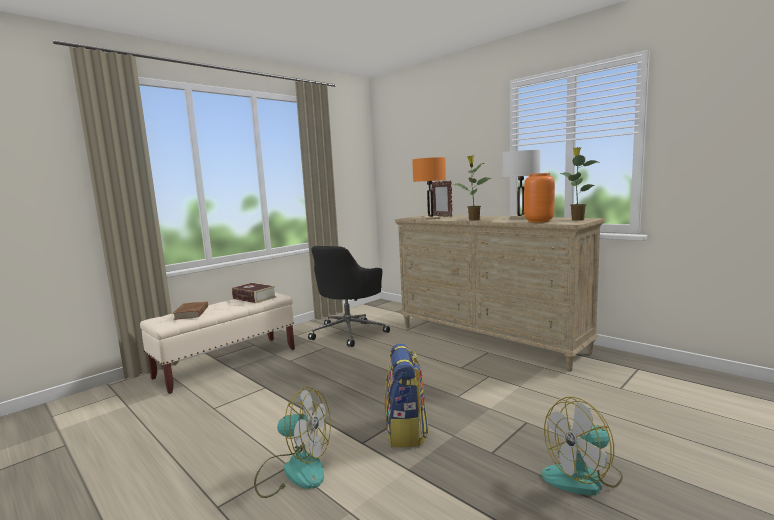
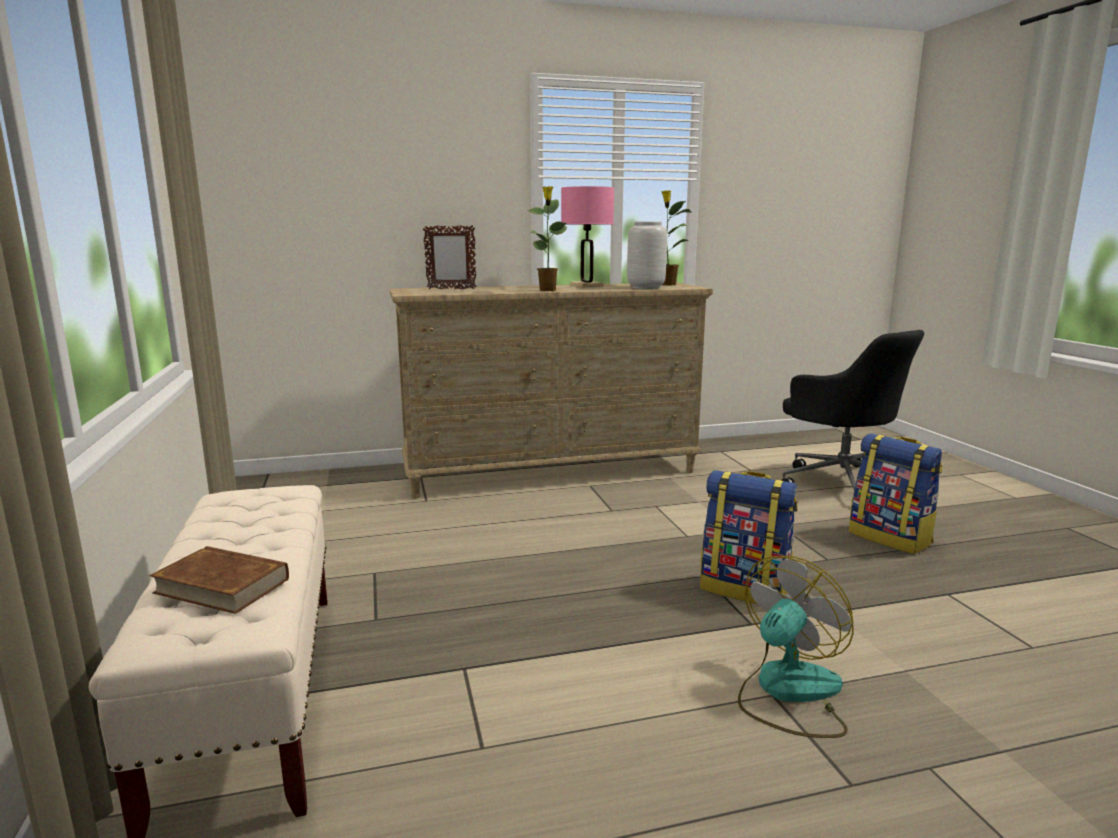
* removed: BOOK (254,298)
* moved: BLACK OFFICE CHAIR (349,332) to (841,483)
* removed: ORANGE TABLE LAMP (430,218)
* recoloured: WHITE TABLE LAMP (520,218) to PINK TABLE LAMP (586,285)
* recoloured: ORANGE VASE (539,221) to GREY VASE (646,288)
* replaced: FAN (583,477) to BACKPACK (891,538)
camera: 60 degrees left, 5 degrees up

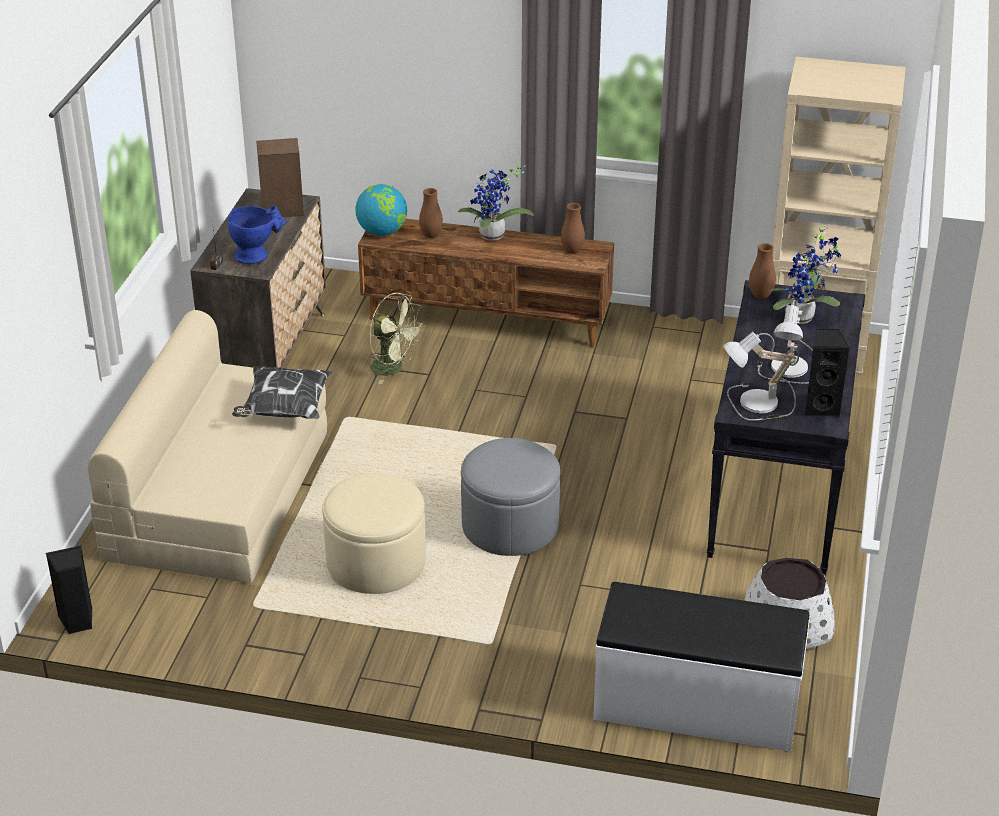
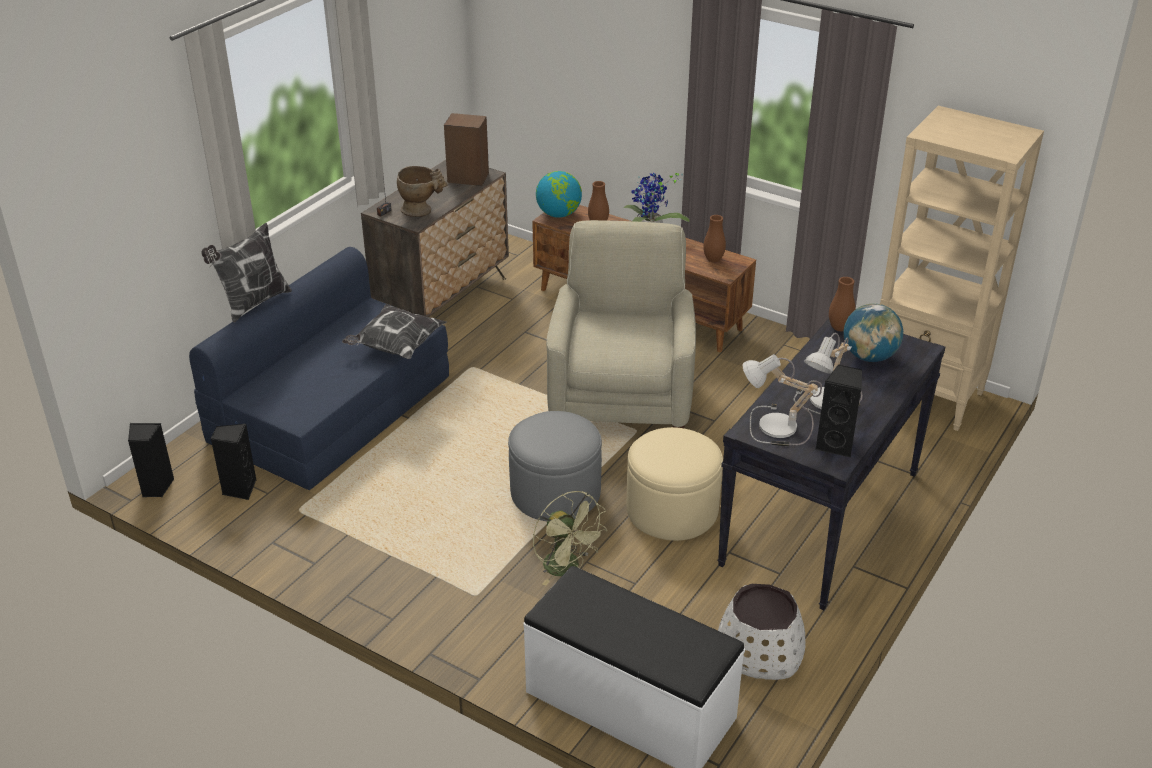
* recoloured: BEIGE SOFA (218,494) to BLUE SOFA (330,408)
* recoloured: BLUE VASE (257,255) to BEIGE VASE (422,211)
* moved: BEIGE OTTOMAN (376,562) to (672,510)
* moved: GREEN FAN (394,369) to (567,568)
* replaced: POTTED PLANT (803,318) to GLOBE (869,357)
* added: PILLOW (253,303)
* added: BLACK SPEAKER (239,489)
* added: BEIGE ARMCHAIR (621,398)
camera: 20 degrees right, 0 degrees up

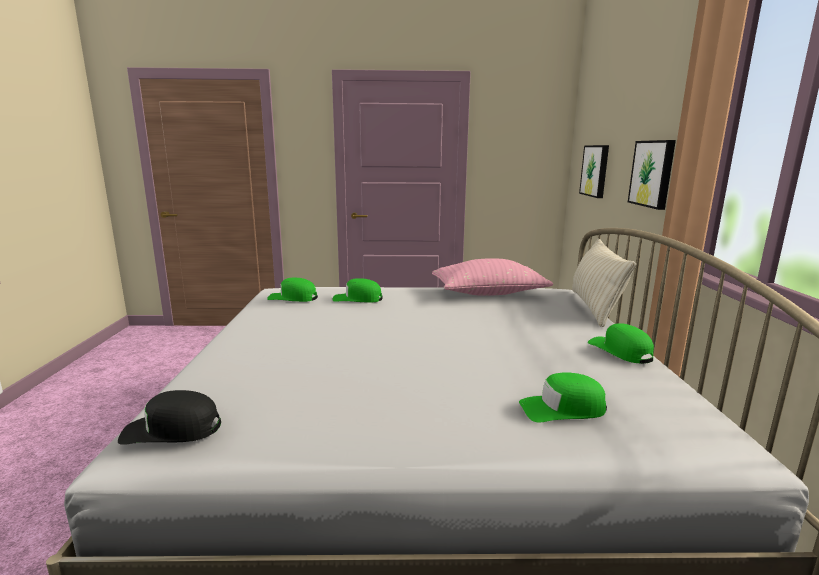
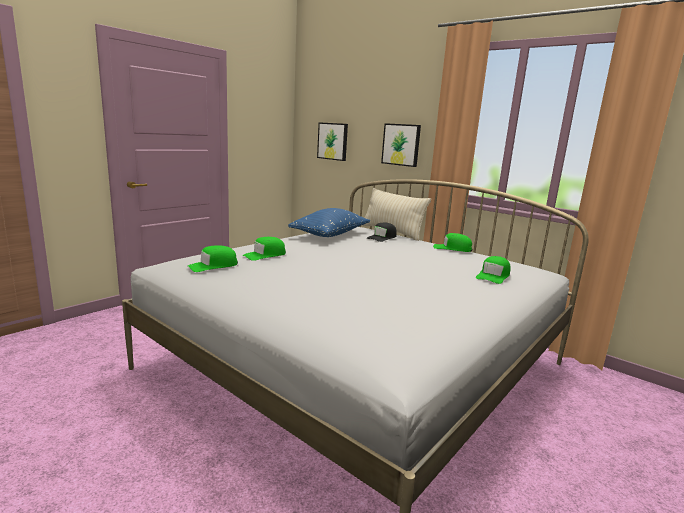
* moved: BLACK CAP (172,430) to (382,237)
* recoloured: PINK PILLOW (489,293) to BLUE PILLOW (330,235)
camera: 50 degrees left, 0 degrees up

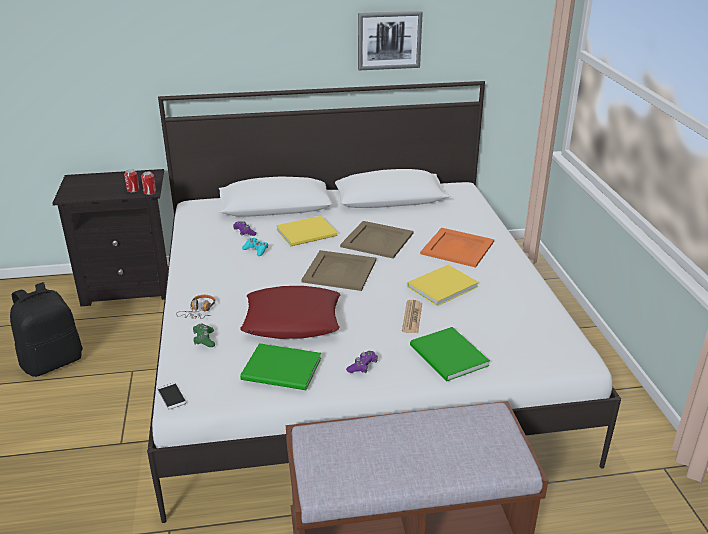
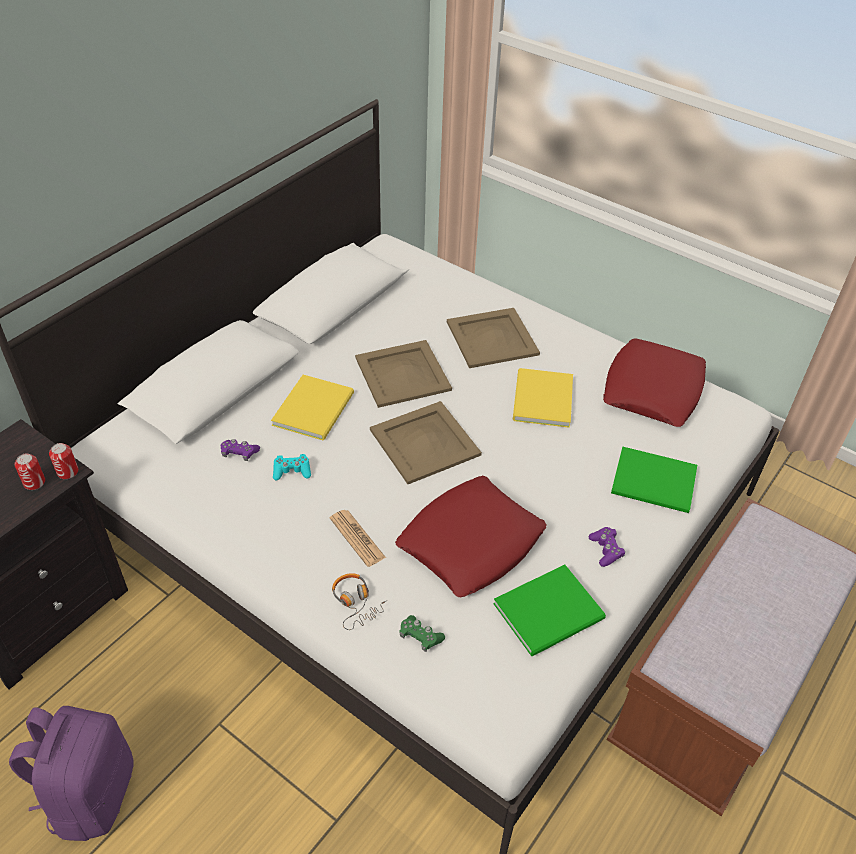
* recoloured: BLACK BACKPACK (53,361) to PURPLE BACKPACK (91,794)
* removed: PHONE (171,396)
* removed: PICTURE (389,40)
* moved: NEWSPAPER (412,317) to (357,538)
* recoloured: ORANGE TRAY (458,247) to BEIGE TRAY (492,337)
* added: RED PILLOW (653,390)
camera: 45 degrees left, 15 degrees up

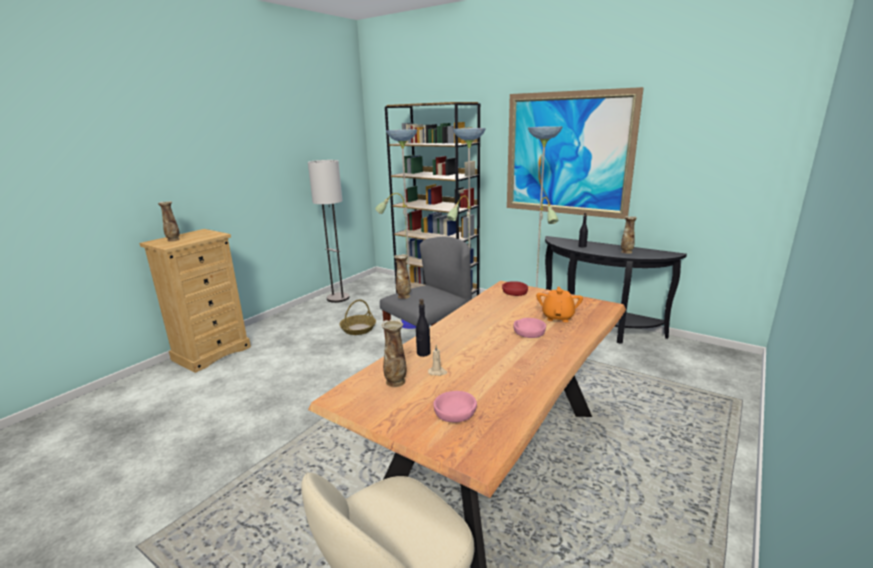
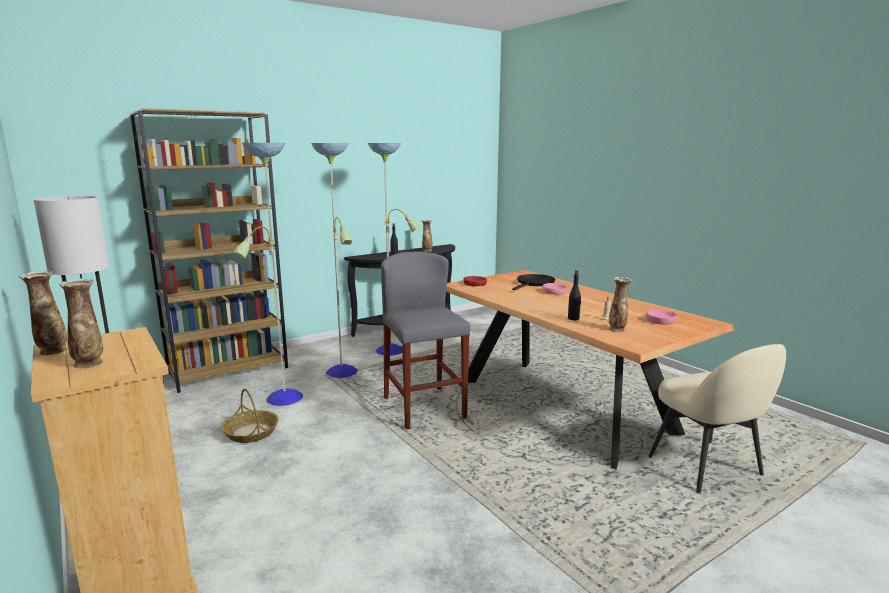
* moved: VASE (403,296) to (52,351)
* removed: PICTURE (567,154)
* replaced: ORANGE TEAPOT (558,317) to BLACK FRYING PAN (534,283)
camera: 70 degrees left, 5 degrees down

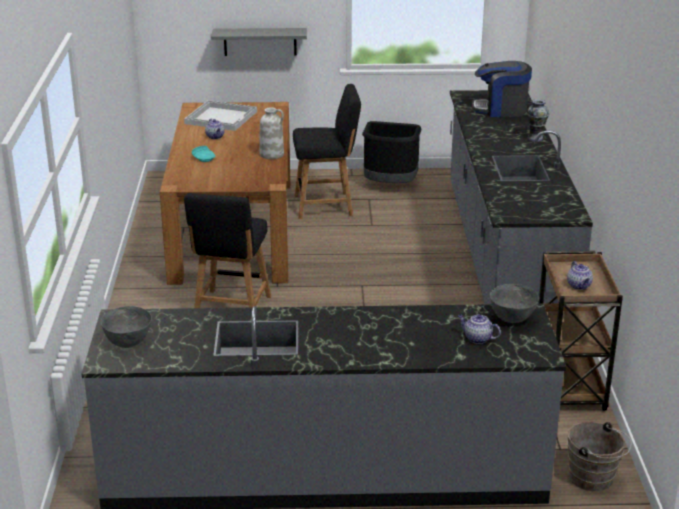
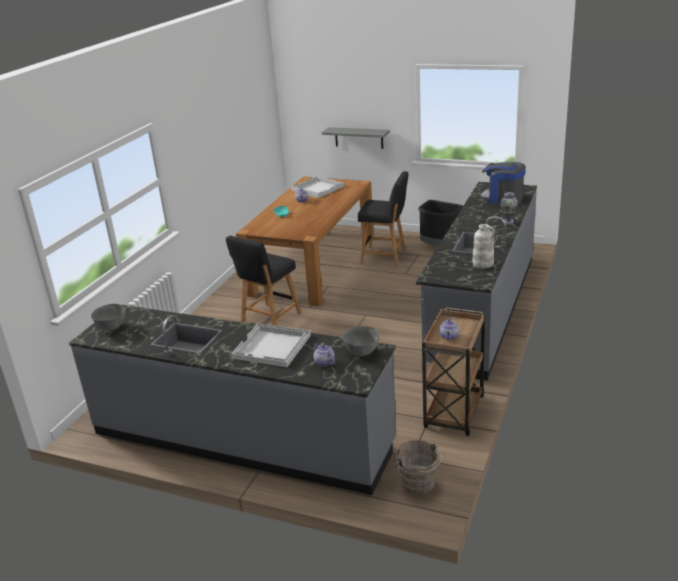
* moved: WHITE VASE (272,154) to (483,264)
* added: WHITE TRAY (272,347)
camera: 25 degrees right, 0 degrees up

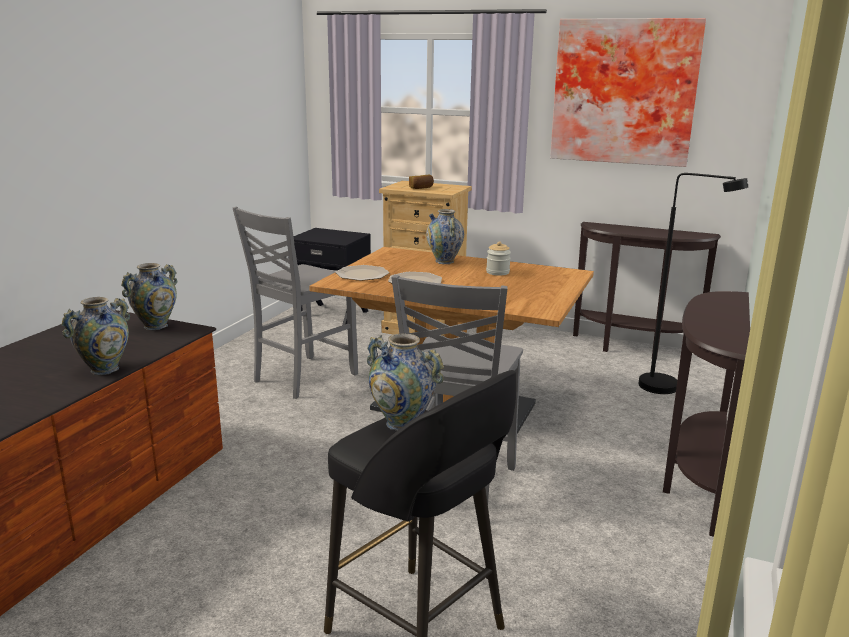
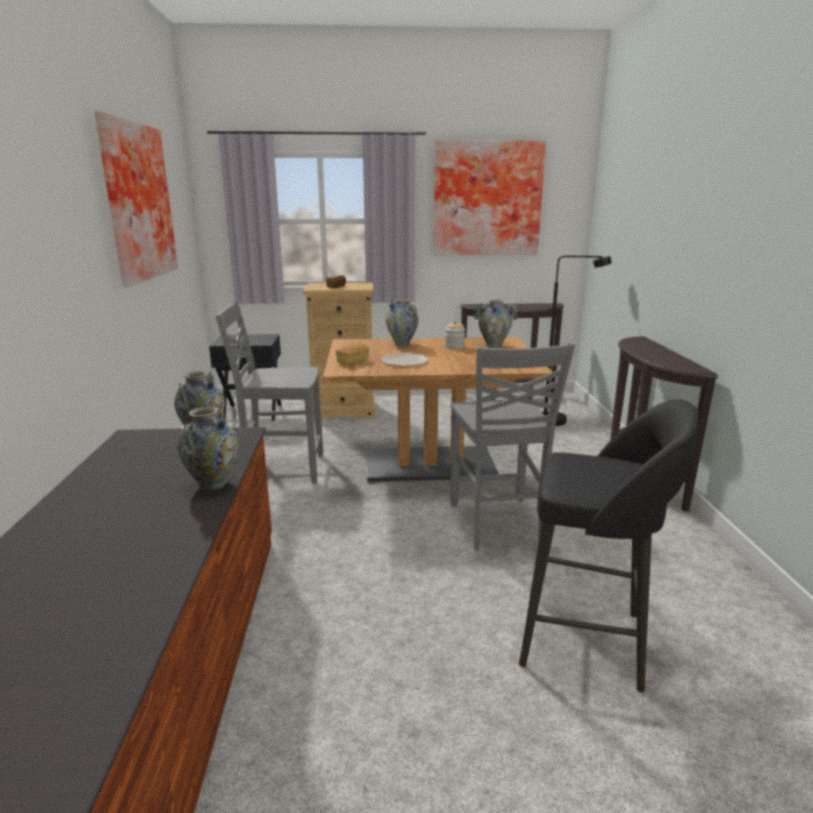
* turned: GREY CHAIR (302,377) = (281,468) 75 degrees clockwise
* replaced: PLATE (361,274) to BREAD (352,362)
* moved: VASE (402,424) to (494,345)
* added: PICTURE (134,202)
camera: 25 degrees left, 0 degrees up

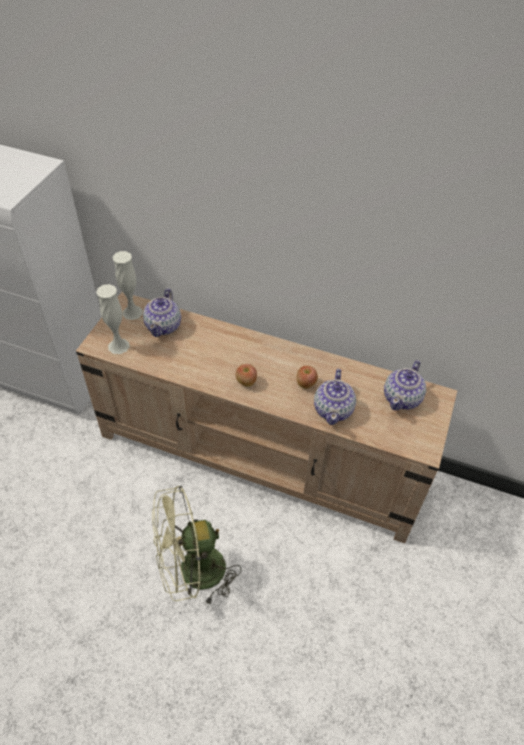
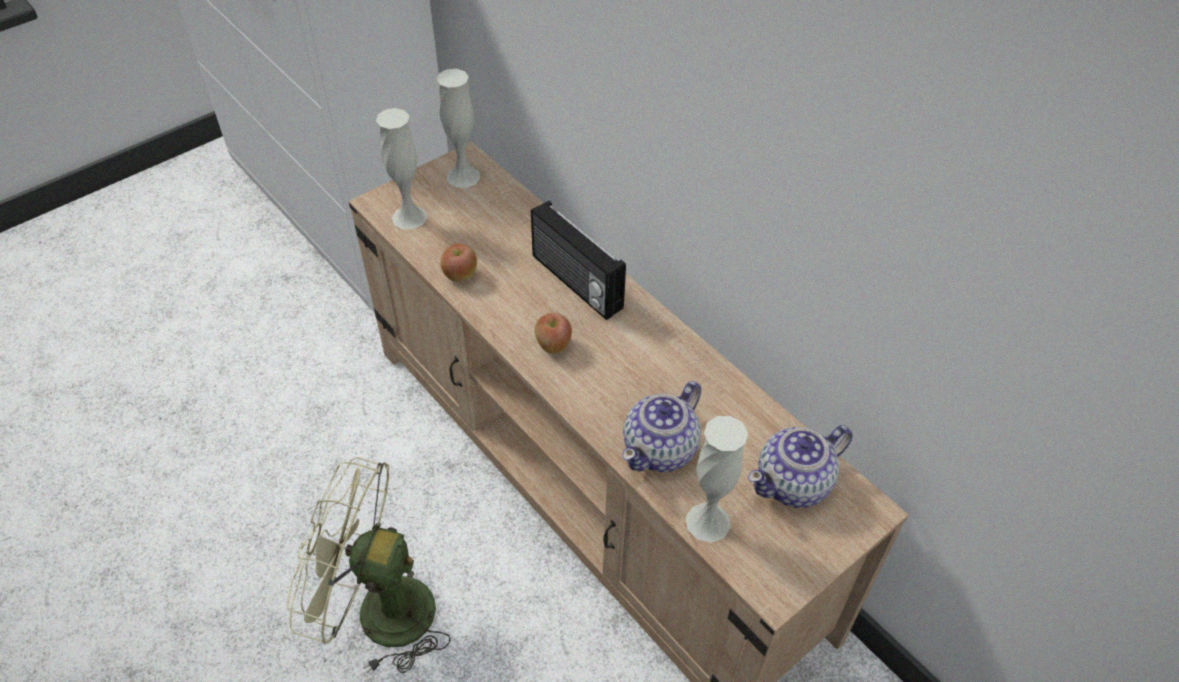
* removed: TEAPOT (164,326)
* moved: APPLE (305,384) to (460,275)
* added: RADIO (575,283)
* added: WHITE VASE (708,522)
camera: 30 degrees right, 0 degrees up

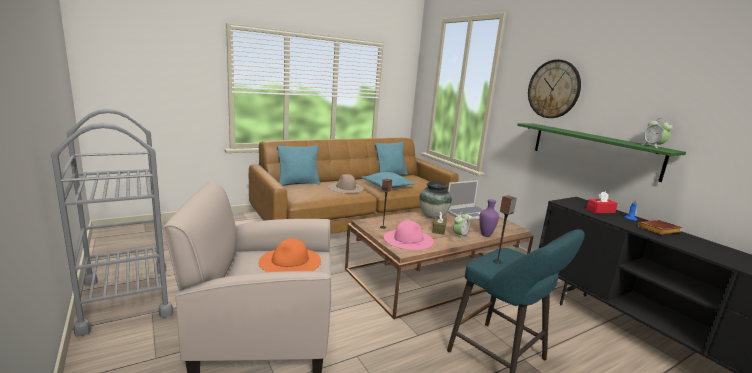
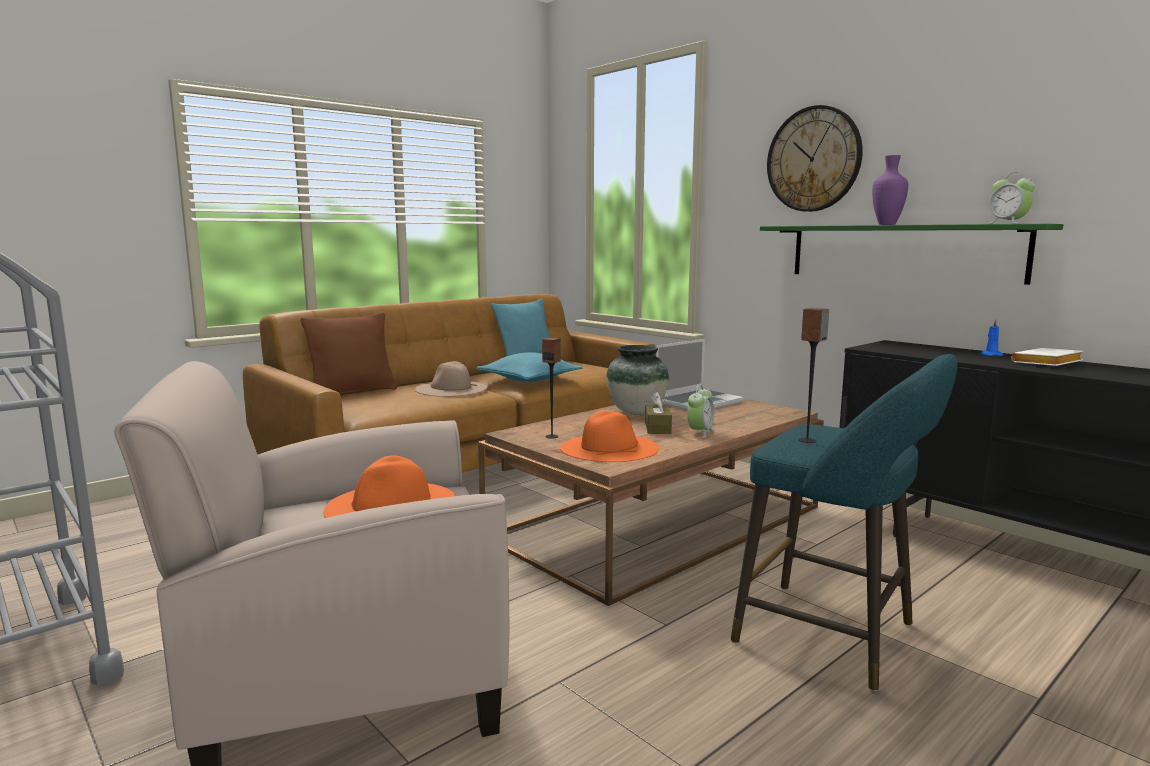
* recoloured: TURQUOISE PILLOW (298,183) to BROWN PILLOW (352,392)
* recoloured: PINK HAT (408,239) to ORANGE HAT (609,447)
* moved: PURPLE VASE (486,235) to (888,224)
* removed: RED TISSUE BOX (600,211)
* recoloured: BROWN BOOK (659,231) to WHITE BOOK (1047,363)
camera: 10 degrees left, 5 degrees down

